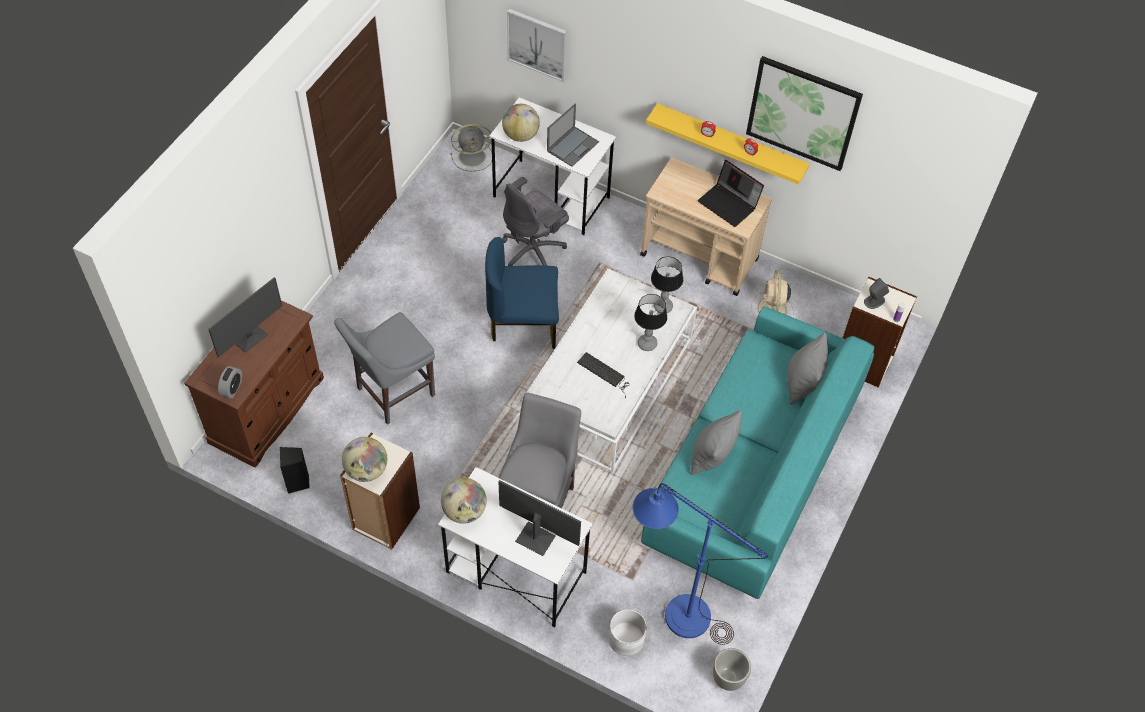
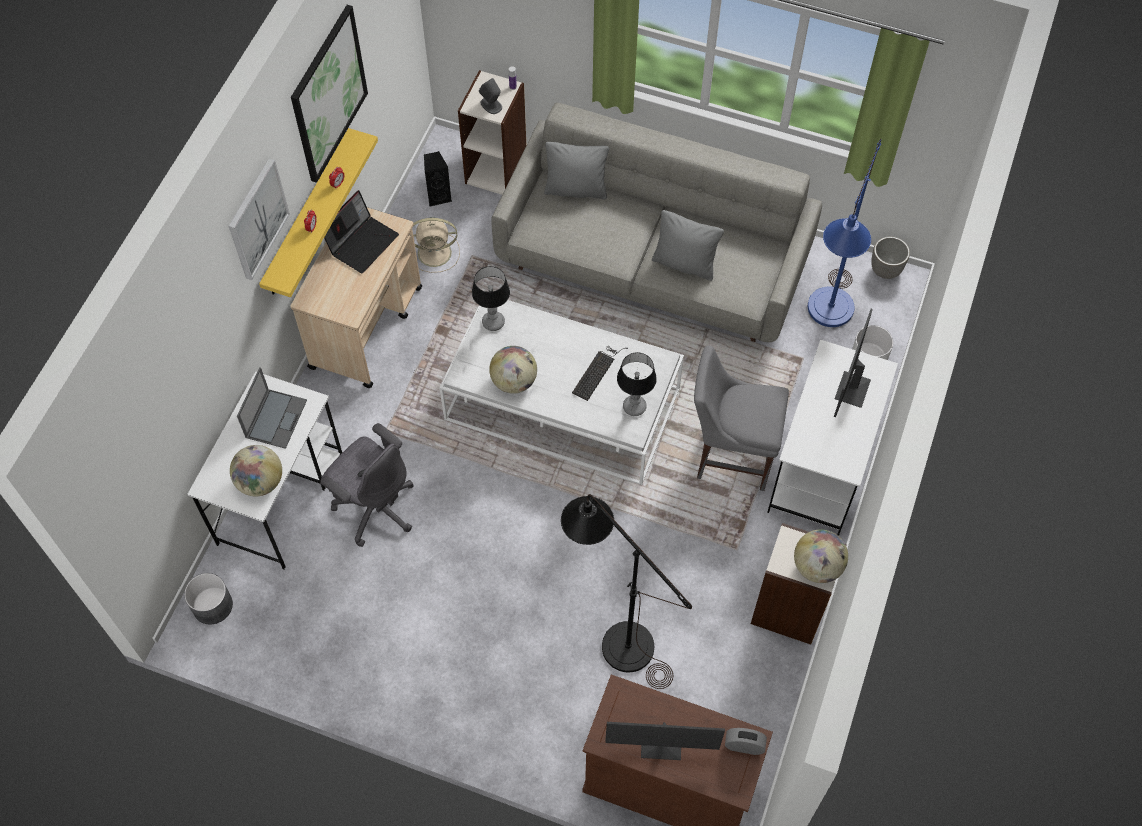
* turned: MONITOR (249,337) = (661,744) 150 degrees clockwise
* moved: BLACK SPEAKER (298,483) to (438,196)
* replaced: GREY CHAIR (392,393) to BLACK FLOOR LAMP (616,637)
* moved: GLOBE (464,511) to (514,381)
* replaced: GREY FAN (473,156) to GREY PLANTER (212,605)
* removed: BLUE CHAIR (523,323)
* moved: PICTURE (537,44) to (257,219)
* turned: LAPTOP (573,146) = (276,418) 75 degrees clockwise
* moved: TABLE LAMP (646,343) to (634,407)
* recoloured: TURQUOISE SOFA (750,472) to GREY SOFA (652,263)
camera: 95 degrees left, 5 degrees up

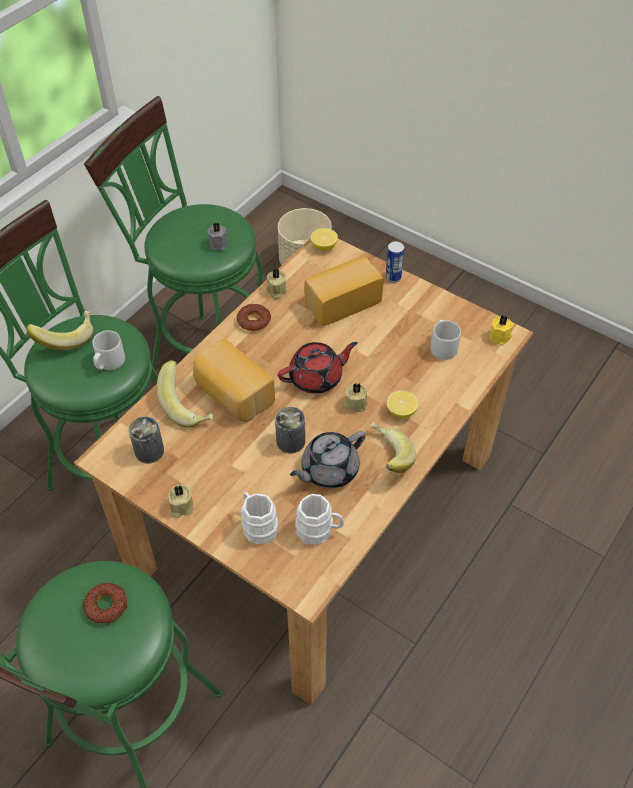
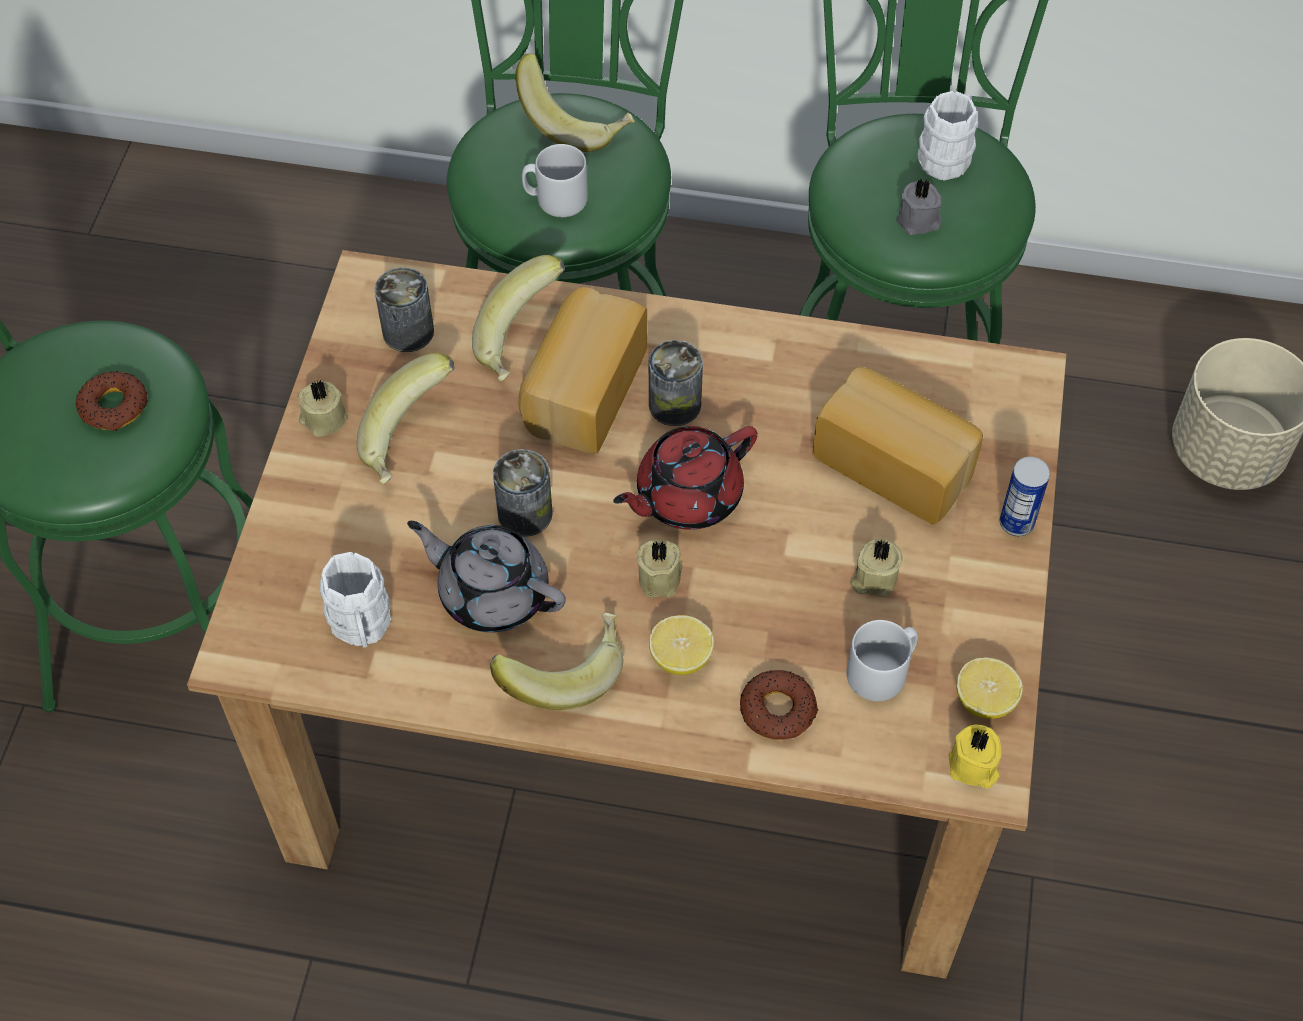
* moved: DONUT (254,320) to (778,710)
* moved: WHITE MUG (257,525) to (948,154)
* moved: BEIGE CANDLE (276,291) to (873,578)
* turned: RED TEAPOT (317,378) = (686,496) 105 degrees clockwise
* moved: LEMON (324,246) to (984,700)
* added: BANANA (411,440)
* added: CAN (674,404)
camera: 65 degrees right, 5 degrees up

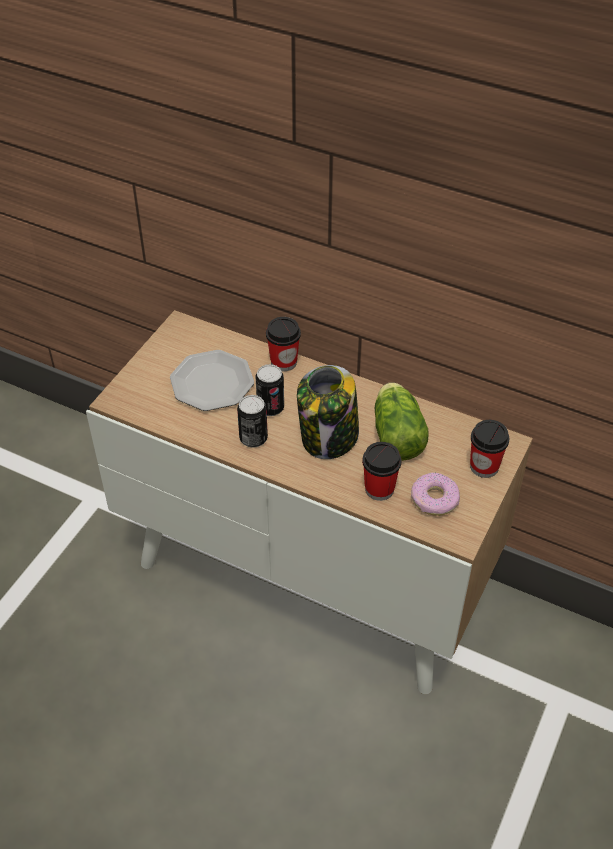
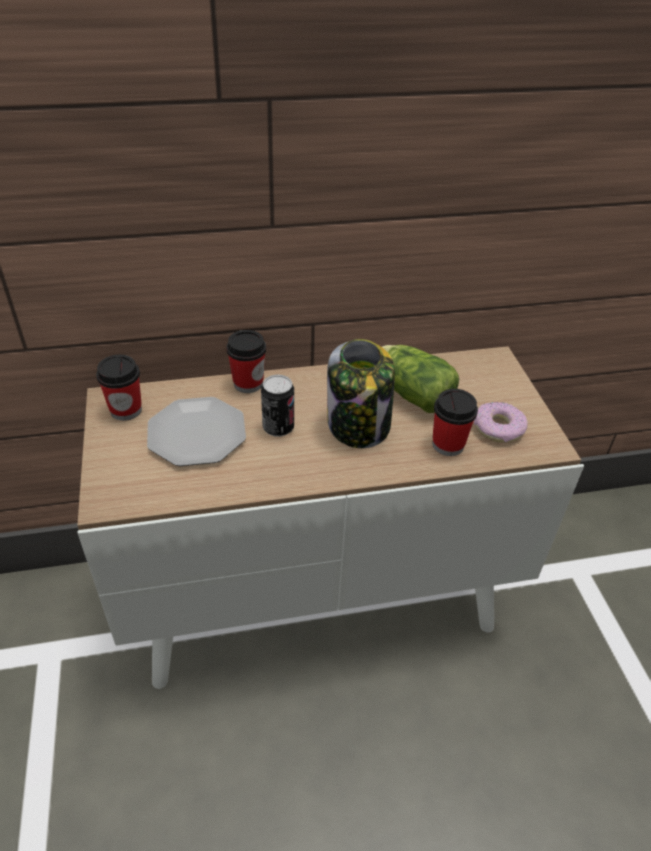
* removed: CAN (253,438)
* moved: CUP (484,466) to (126,410)
camera: 40 degrees left, 5 degrees down

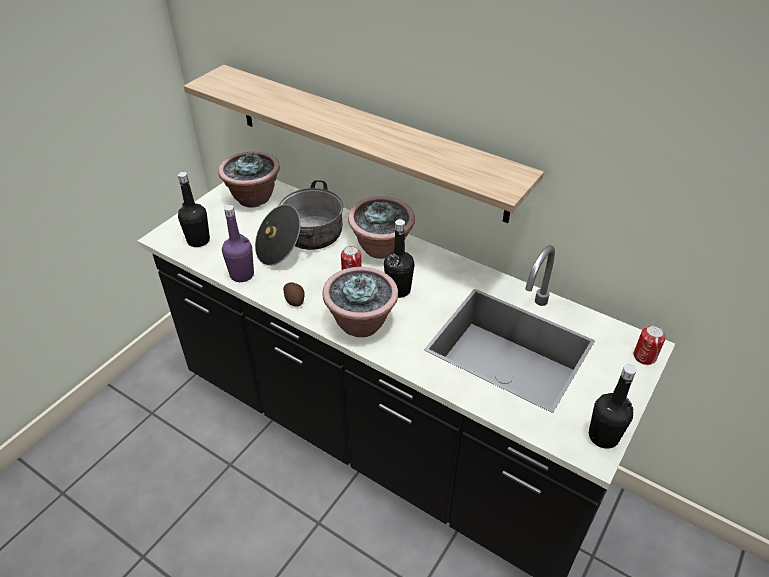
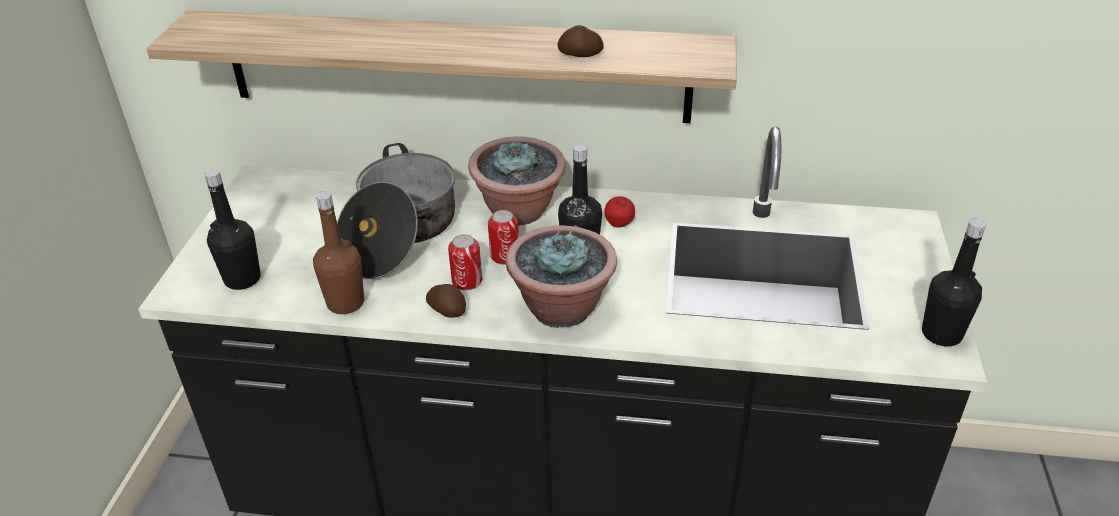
* removed: POTTED PLANT (253,198)
* recoloured: PURPLE BOTTLE (242,275) to BROWN BOTTLE (345,303)
* moved: CAN (644,356) to (467,281)
* added: POTATO (580,55)
* added: APPLE (619,226)
camera: 25 degrees left, 5 degrees down

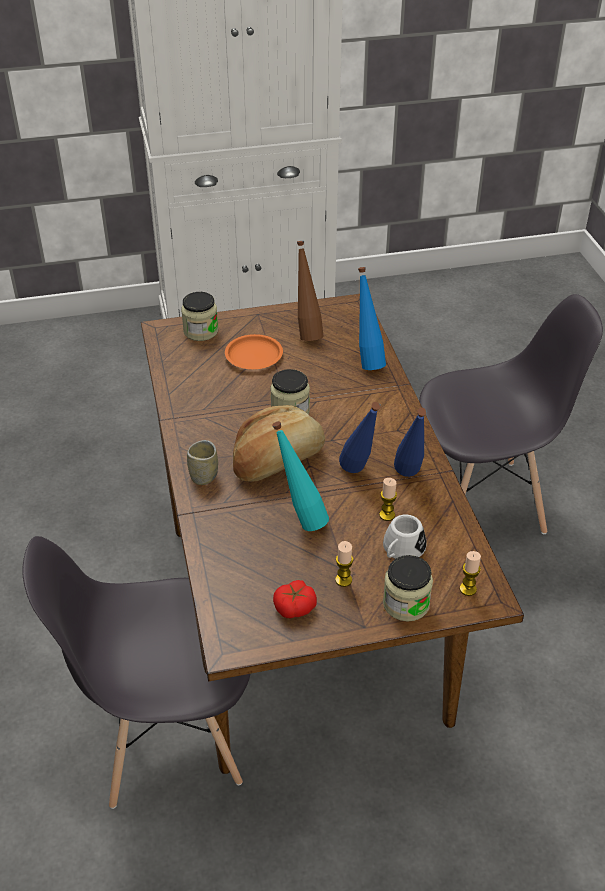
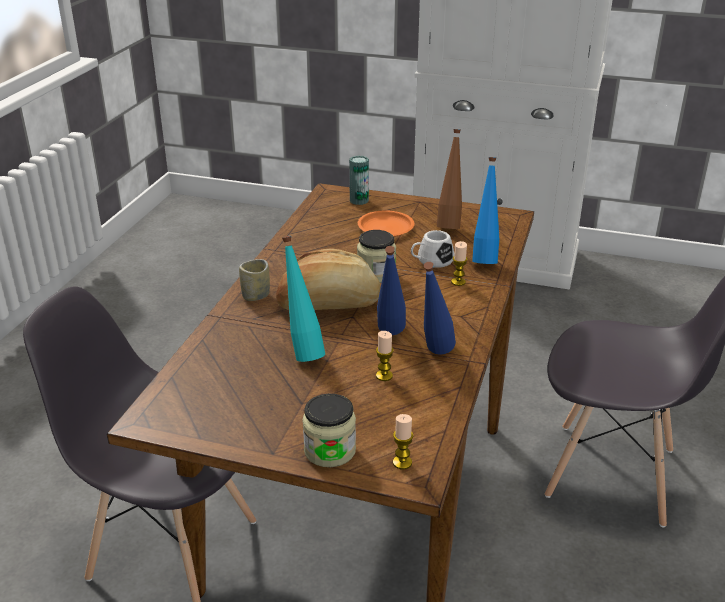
* replaced: JAR (201,331) to CAN (359,200)
* removed: TOMATO (295,607)
* moved: CANDLE (343,580) to (458,282)
* moved: WHITE MUG (401,551) to (431,261)
camera: 30 degrees right, 10 degrees down

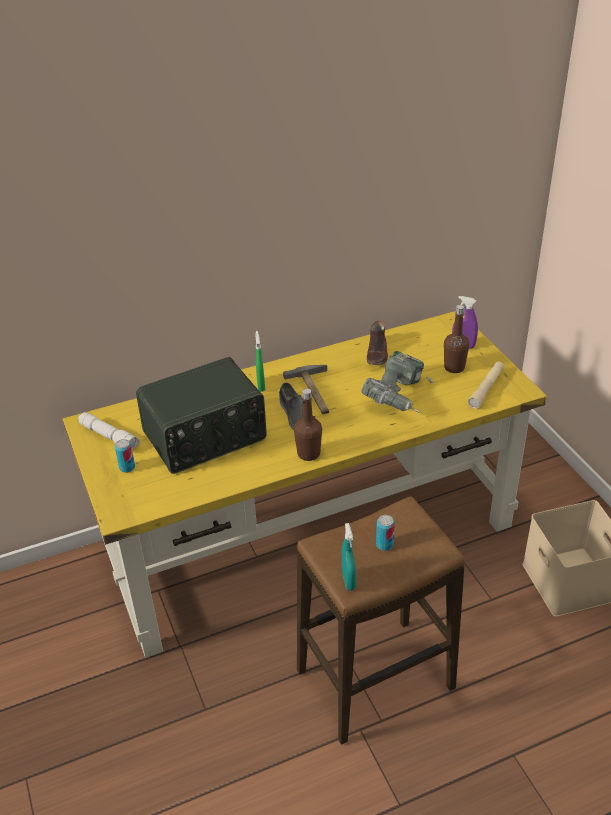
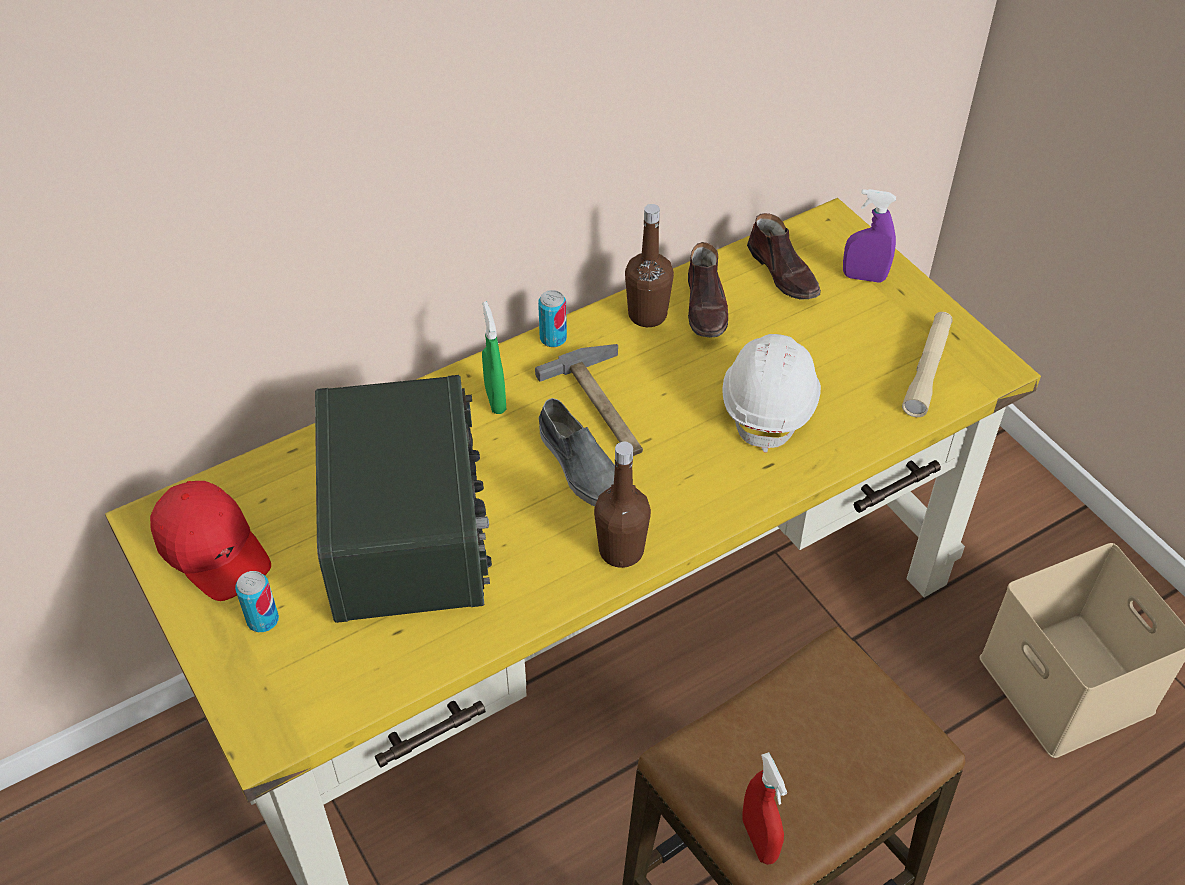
* replaced: WHITE FLASHLIGHT (110,437) to RED CAP (213,549)
* turned: RADIO (205,437) = (409,532) 60 degrees counterclockwise
* recoloured: TURQUOISE SPRAY BOTTLE (348,580) to RED SPRAY BOTTLE (759,840)
* replaced: POWER DRILL (400,397) to WHITE HARD HAT (770,404)
* moved: CAN (384,545) to (553,338)
* moved: BROWN BOTTLE (454,367) to (647,315)
* added: BROWN SHOE (784,273)
camera: 10 degrees left, 10 degrees up

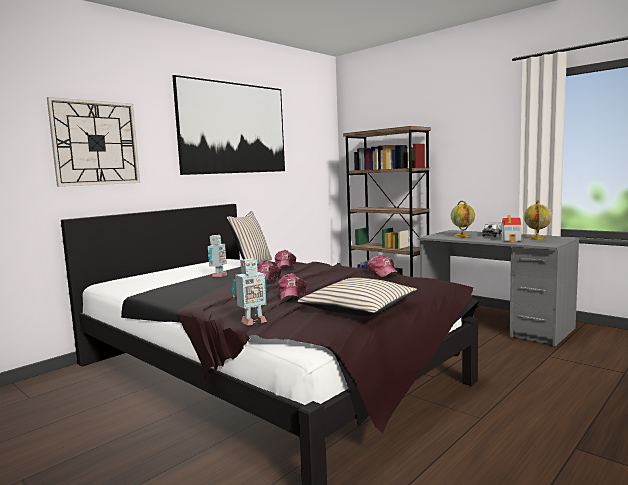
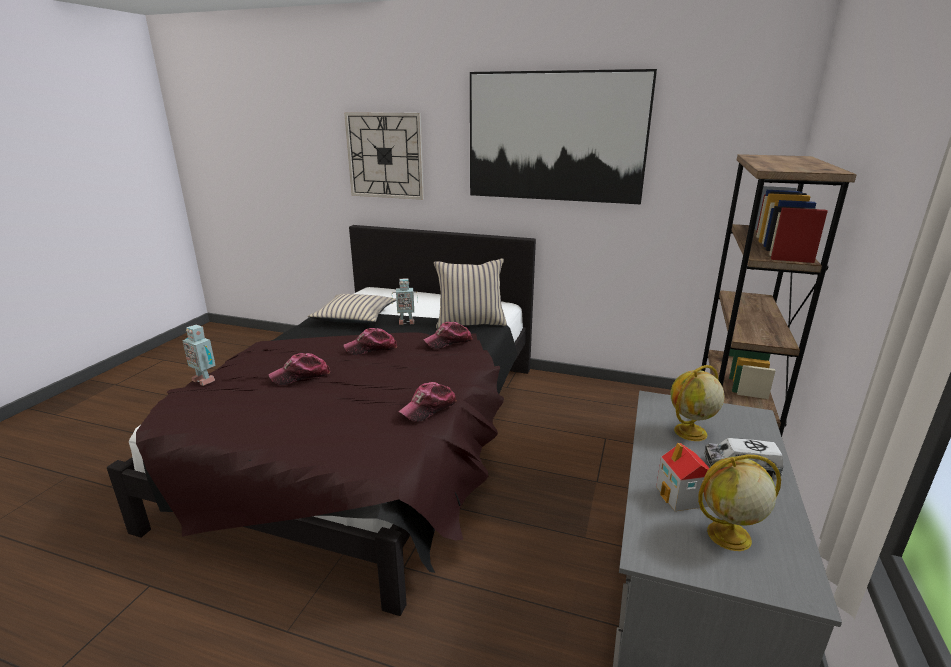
* moved: BEIGE PILLOW (358,308) to (354,317)
camera: 65 degrees right, 15 degrees up

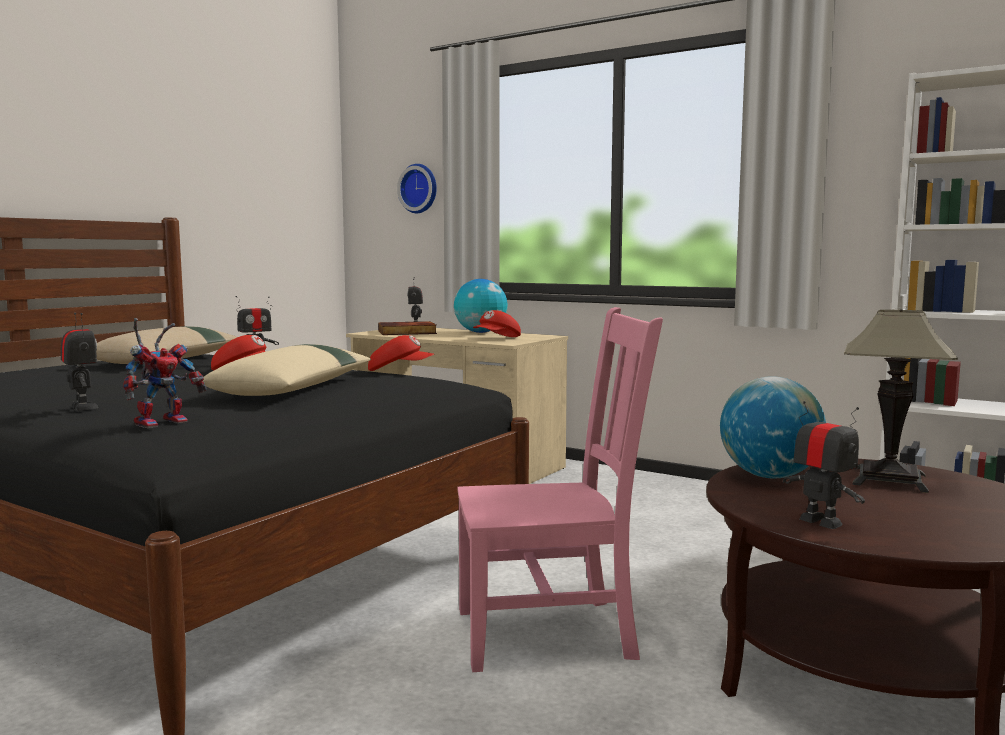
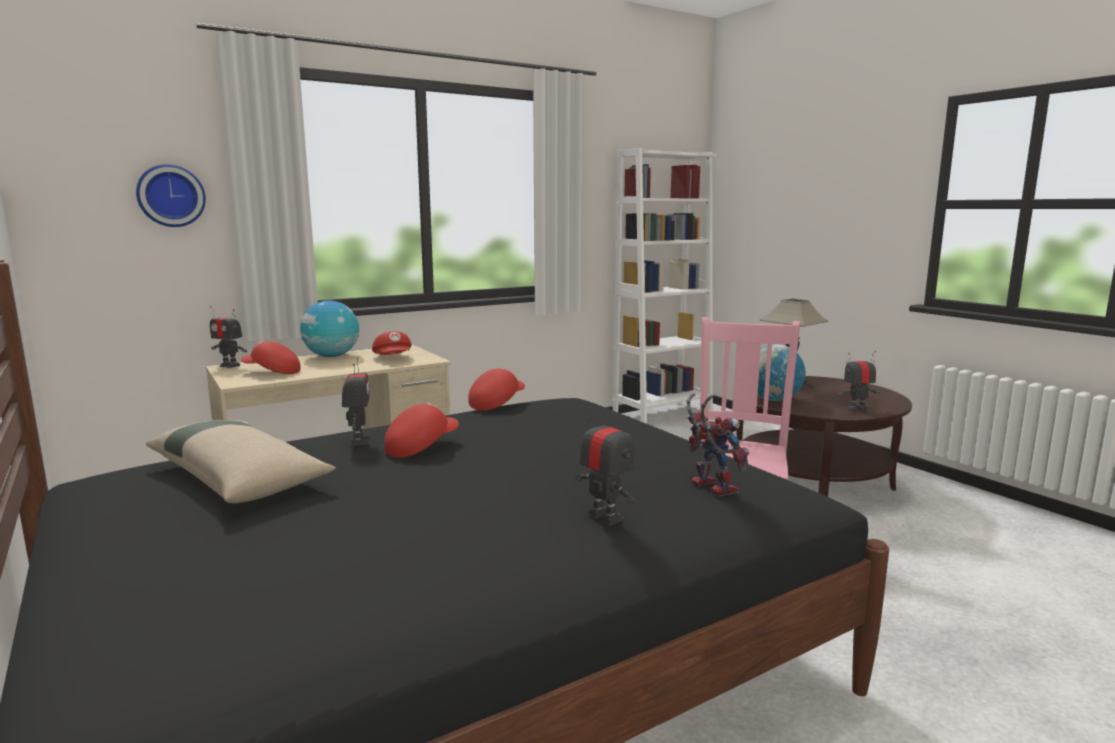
* turned: TOY ROBOT (83,407) = (605,517) 60 degrees clockwise
* removed: BEIGE PILLOW (294,388)
* replaced: BOOK (406,332) to RED CAP (272,372)
camera: 65 degrees left, 5 degrees up

